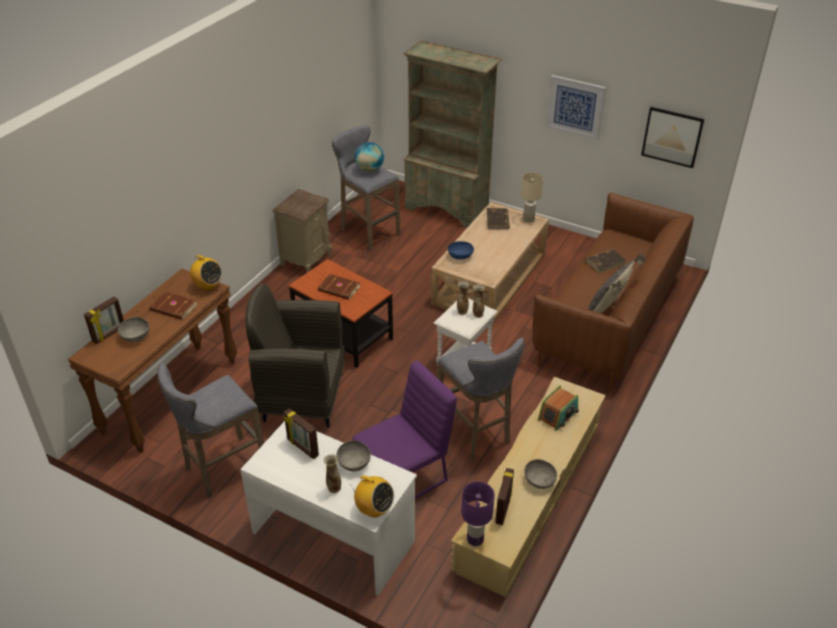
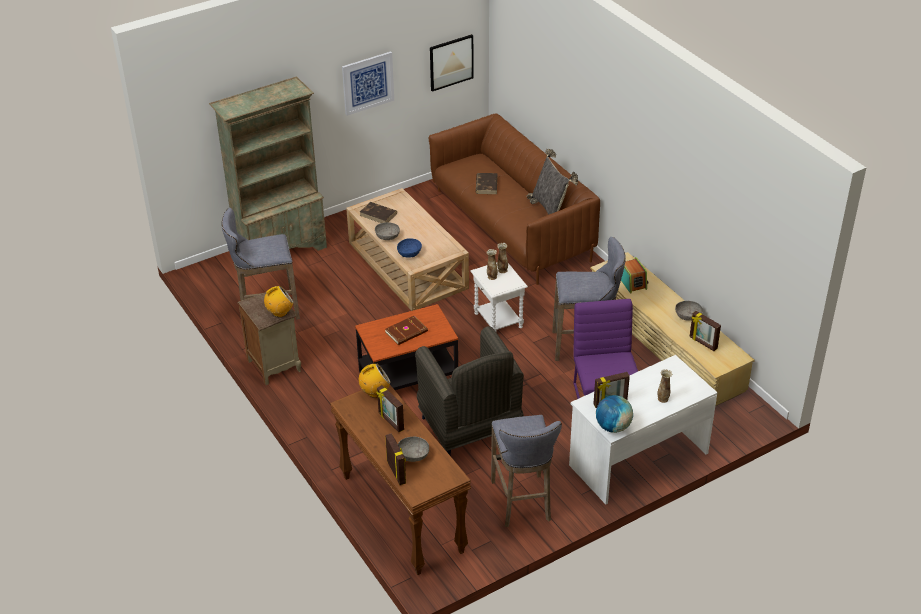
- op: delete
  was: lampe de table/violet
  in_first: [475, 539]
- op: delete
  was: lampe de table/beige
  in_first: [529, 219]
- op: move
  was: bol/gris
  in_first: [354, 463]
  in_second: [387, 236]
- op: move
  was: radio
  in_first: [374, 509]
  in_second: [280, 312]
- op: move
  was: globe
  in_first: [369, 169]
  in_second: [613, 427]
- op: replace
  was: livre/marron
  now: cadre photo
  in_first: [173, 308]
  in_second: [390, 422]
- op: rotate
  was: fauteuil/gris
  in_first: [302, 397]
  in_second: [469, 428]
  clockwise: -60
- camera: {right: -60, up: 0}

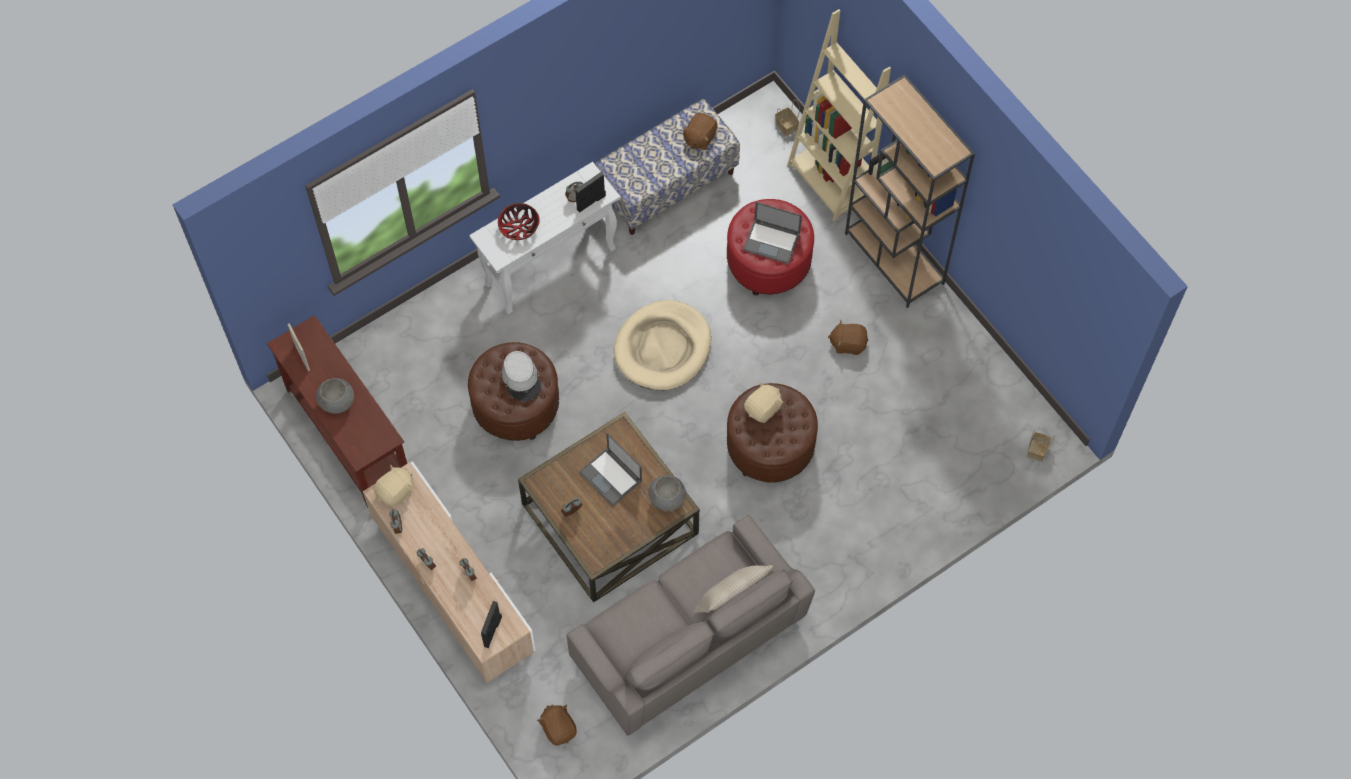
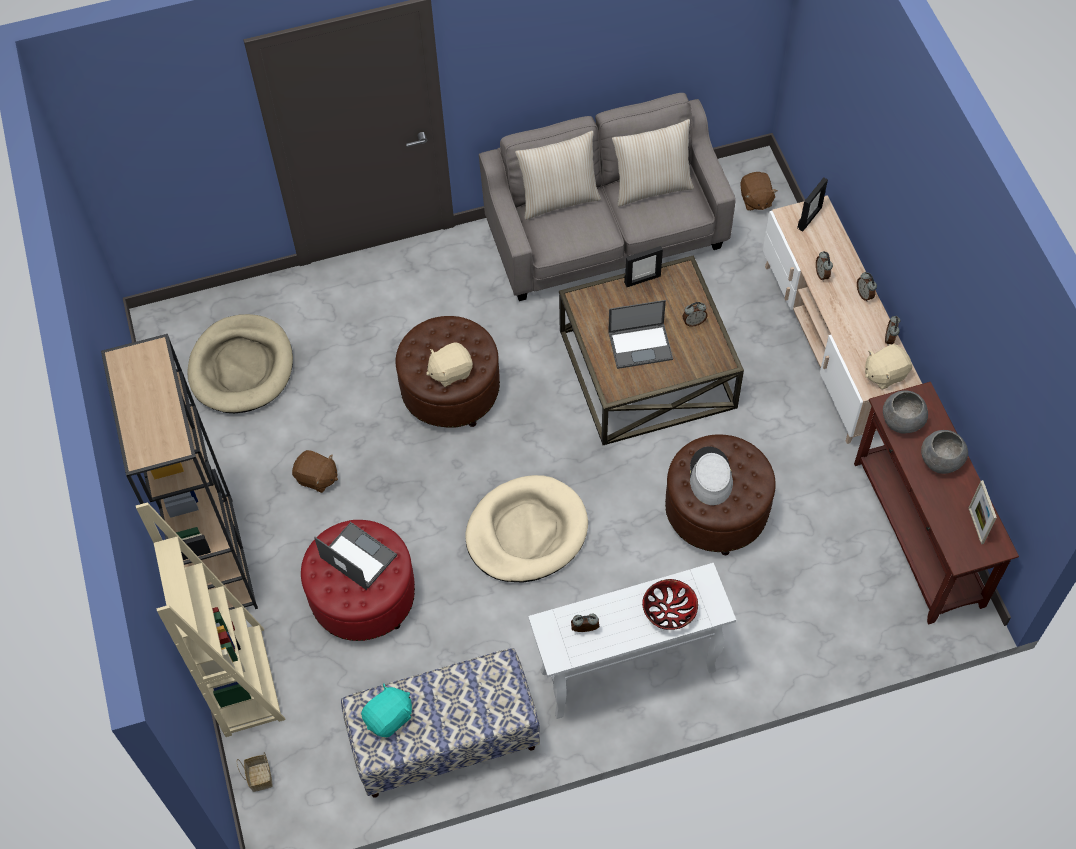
- op: delete
  was: panier
  in_first: [1037, 451]
- op: insert
  now: panier pour chien/beige
  in_second: [242, 367]
- op: insert
  now: coussin/beige
  in_second: [651, 187]
- op: move
  was: cadre photo
  in_first: [591, 202]
  in_second: [642, 279]
- op: move
  was: bol/gris
  in_first: [667, 499]
  in_second: [902, 422]
- op: recolor
  was: peluche/marron
  now: peluche/turquoise
  in_first: [699, 137]
  in_second: [389, 717]
- op: rotate
  was: ordinateur portable
  in_first: [611, 477]
  in_second: [641, 345]
  clockwise: 105
- camera: {right: -160, up: -5}

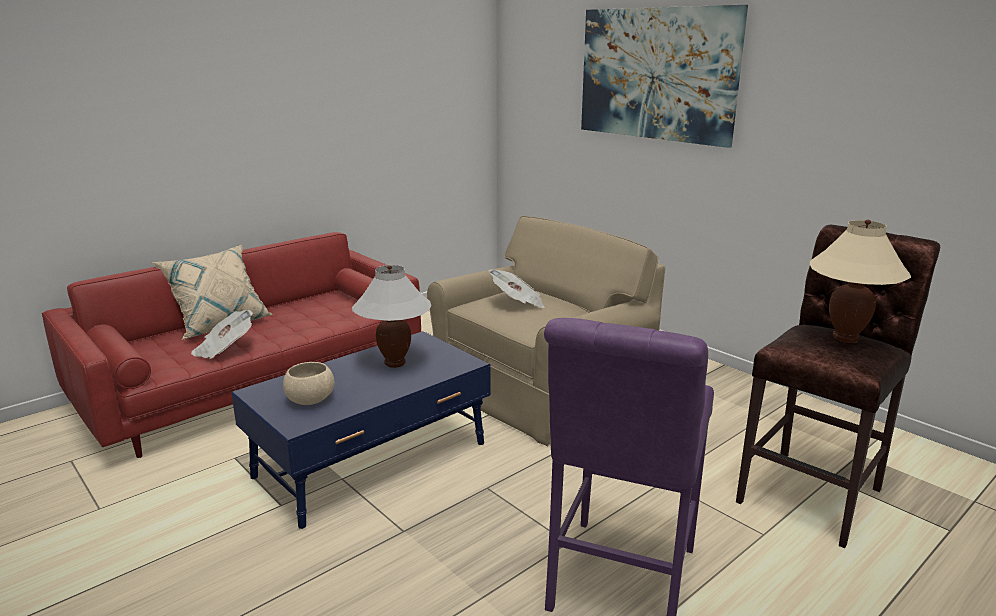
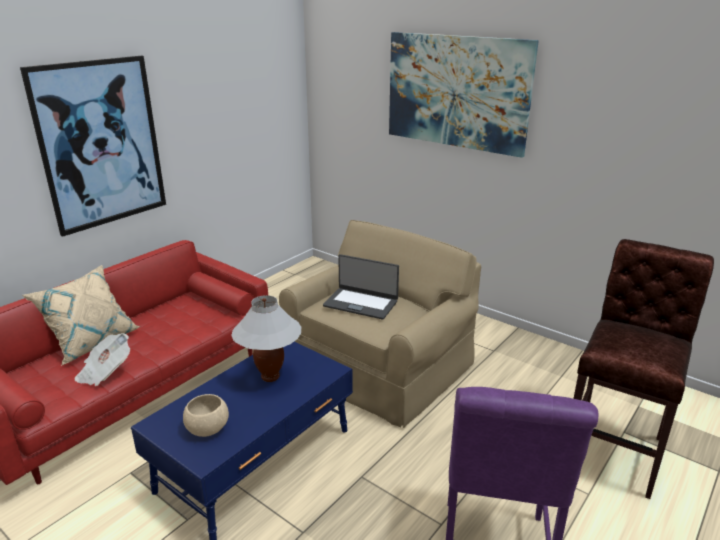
- op: delete
  was: lampe de table/beige
  in_first: [846, 338]
- op: insert
  now: tableau
  in_second: [101, 144]
- op: replace
  was: journal
  now: ordinateur portable
  in_first: [517, 303]
  in_second: [361, 303]
- camera: {right: -10, up: 5}

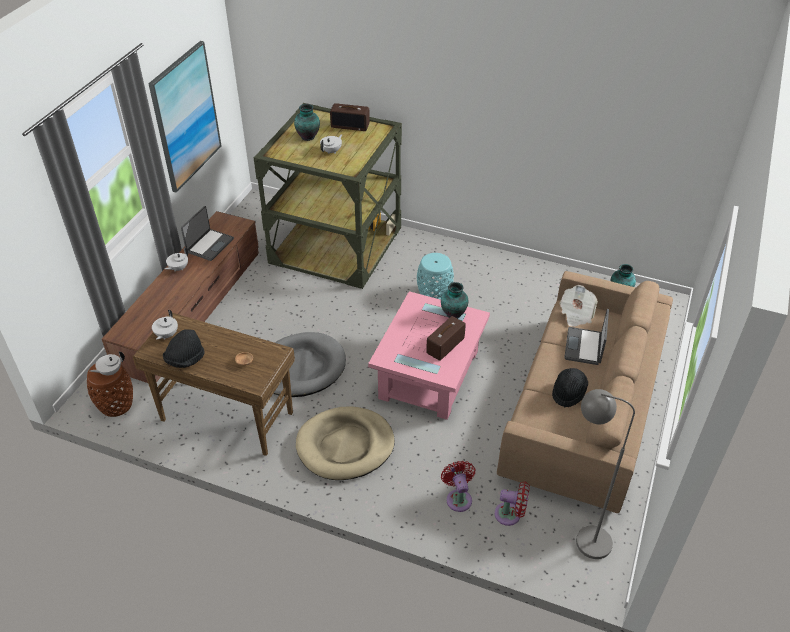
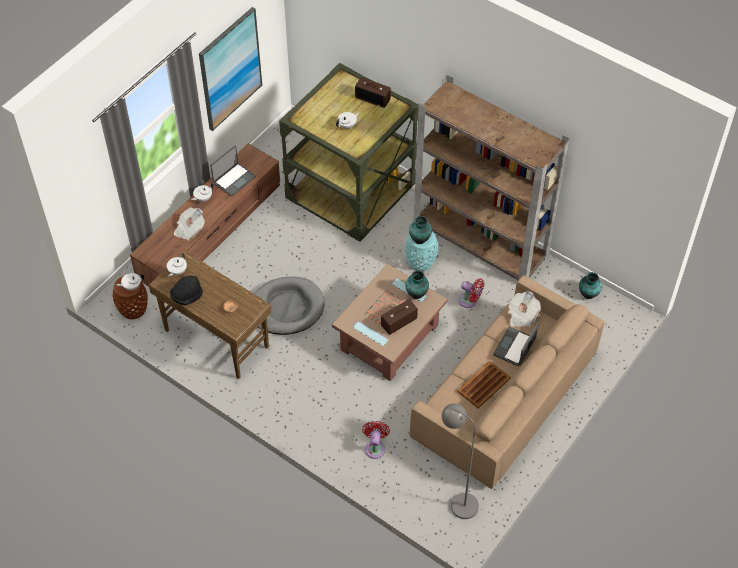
- op: delete
  was: panier pour chien/beige
  in_first: [345, 446]
- op: insert
  now: journal
  in_second: [189, 229]
- op: insert
  now: bibliothèque/marron
  in_second: [480, 240]
- op: move
  was: vase
  in_first: [308, 136]
  in_second: [420, 239]
- op: move
  was: ventilateur/rouge
  in_first: [510, 515]
  in_second: [469, 301]
- op: replace
  was: chapeau/noir
  now: plateau/marron
  in_first: [568, 392]
  in_second: [483, 385]
- op: recolor
  was: table basse/rose
  now: table basse/marron
  in_first: [429, 374]
  in_second: [389, 337]
- camera: {right: 15, up: 10}

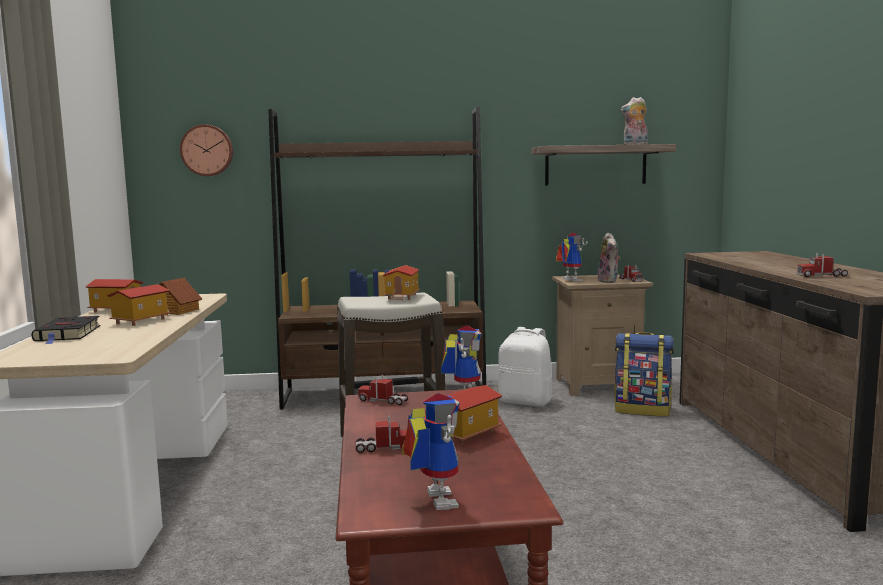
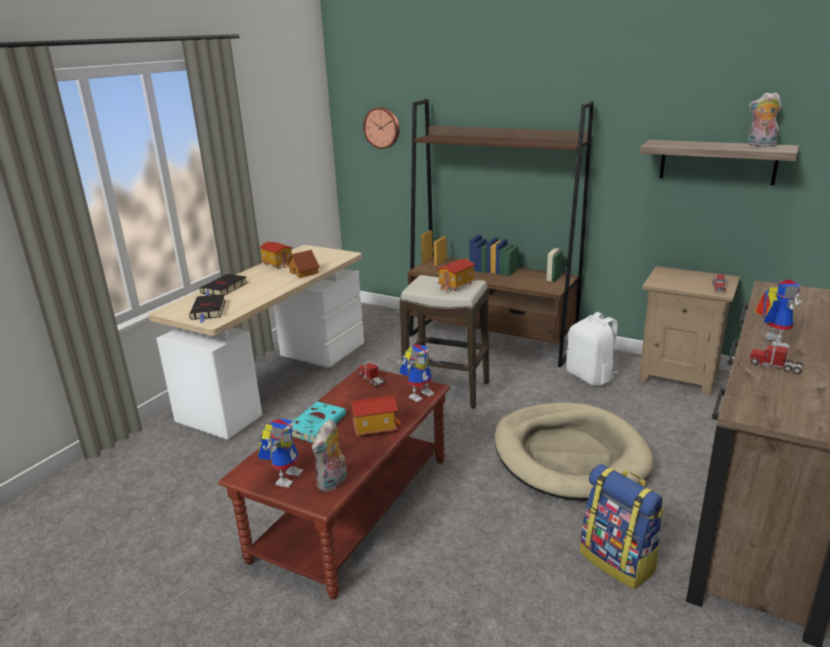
- op: delete
  was: maison miniature
  in_first: [140, 321]
- op: insert
  now: livre/noir
  in_second: [208, 311]
- op: insert
  now: panier pour chien/beige
  in_second: [569, 455]
- op: move
  was: robot jouet
  in_first: [568, 280]
  in_second: [770, 341]
- op: move
  was: peluche
  in_first: [609, 281]
  in_second: [333, 483]
- op: move
  was: sac à dos
  in_first: [642, 410]
  in_second: [618, 561]
- op: replace
  was: camion jouet
  now: livre/turquoise
  in_first: [385, 448]
  in_second: [317, 424]
- camera: {right: 35, up: 15}

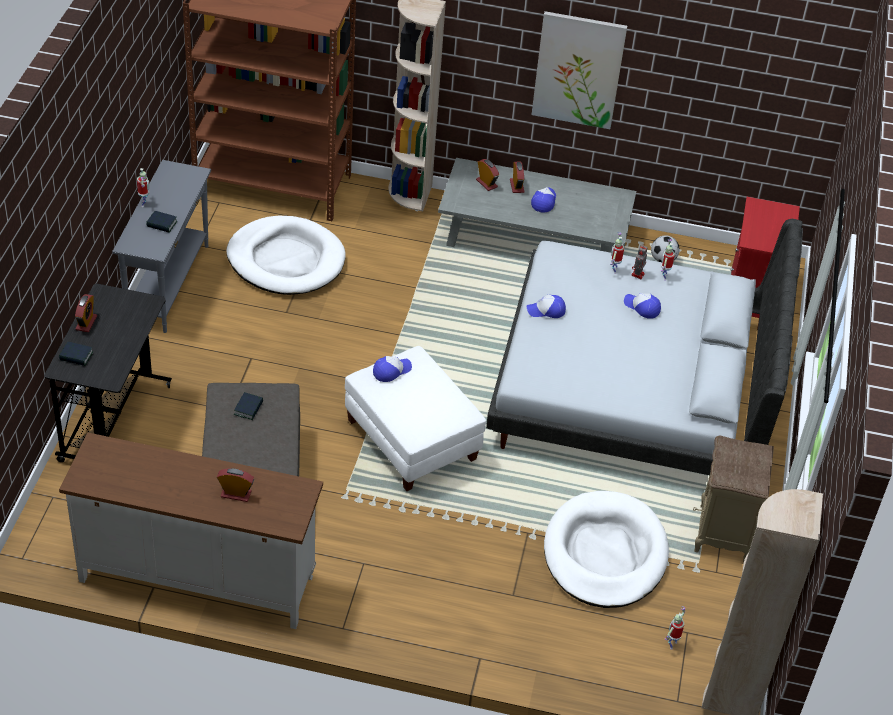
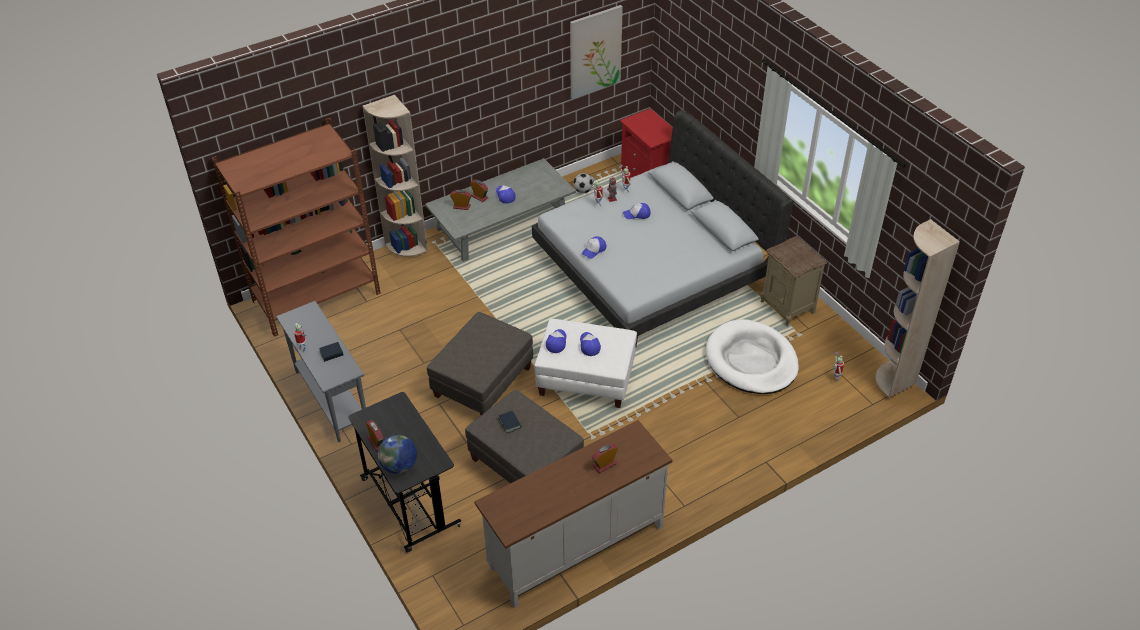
- op: delete
  was: panier pour chien/blanc
  in_first: [286, 260]
- op: insert
  now: pouf/gris
  in_second: [483, 382]
- op: insert
  now: casquette
  in_second: [589, 345]
- op: move
  was: tableau
  in_first: [578, 70]
  in_second: [595, 52]
- op: replace
  was: livre
  now: globe
  in_first: [76, 356]
  in_second: [399, 466]
- camera: {right: -40, up: 0}

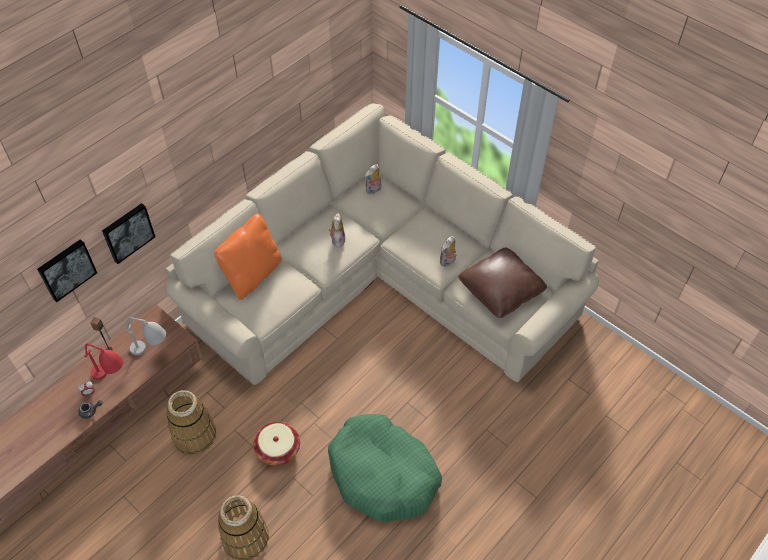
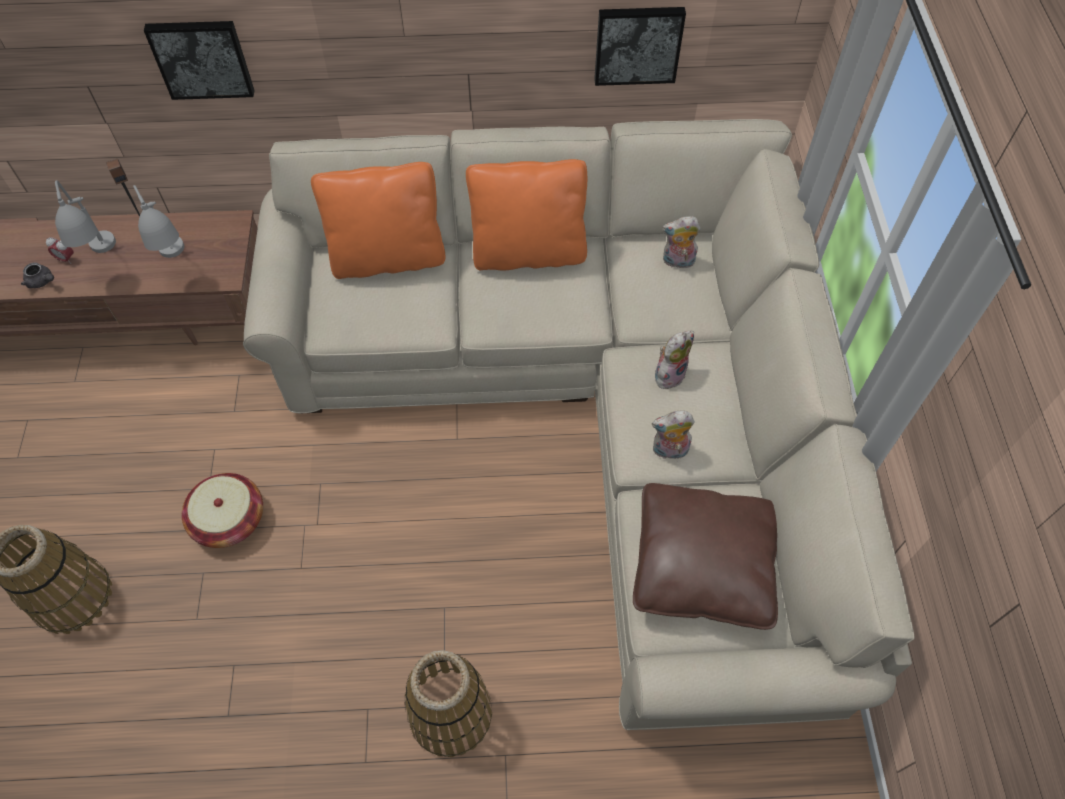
- op: delete
  was: panier pour chien/vert
  in_first: [383, 474]
- op: insert
  now: coussin/orange
  in_second: [528, 253]
- op: move
  was: tableau
  in_first: [66, 269]
  in_second: [637, 44]
- op: move
  was: panier
  in_first: [194, 435]
  in_second: [450, 713]
- op: move
  was: peluche
  in_first: [337, 240]
  in_second: [669, 374]
- op: recolor
  was: lampe de table/rouge
  now: lampe de table/gris
  in_first: [113, 380]
  in_second: [104, 264]
- camera: {right: 45, up: 5}

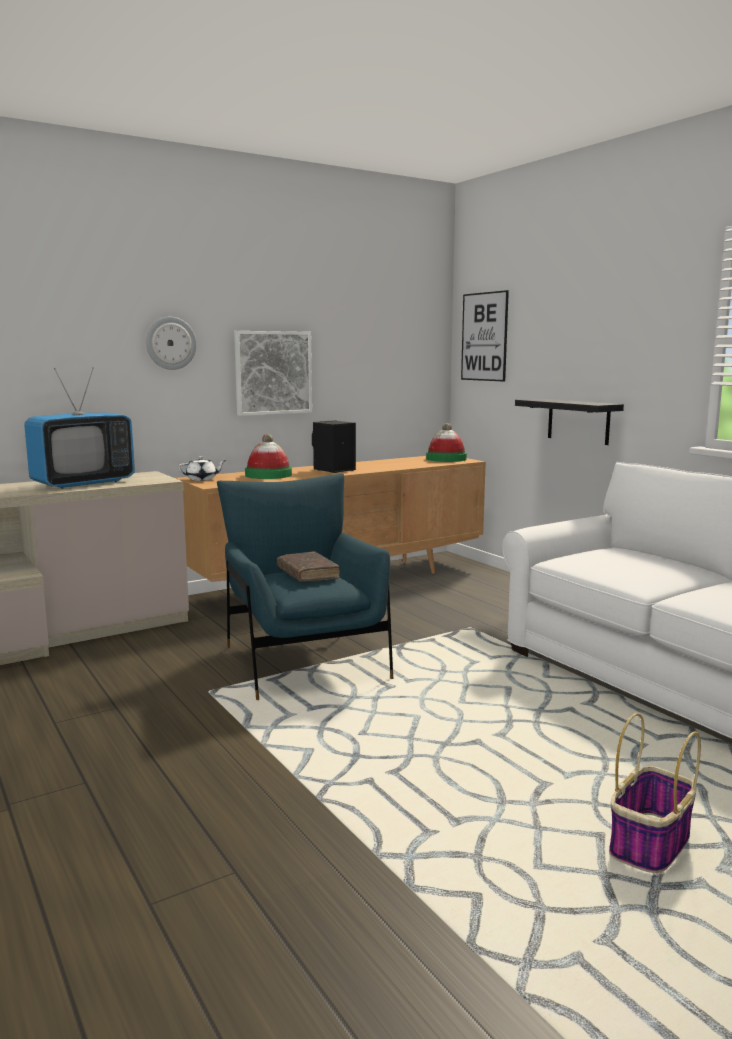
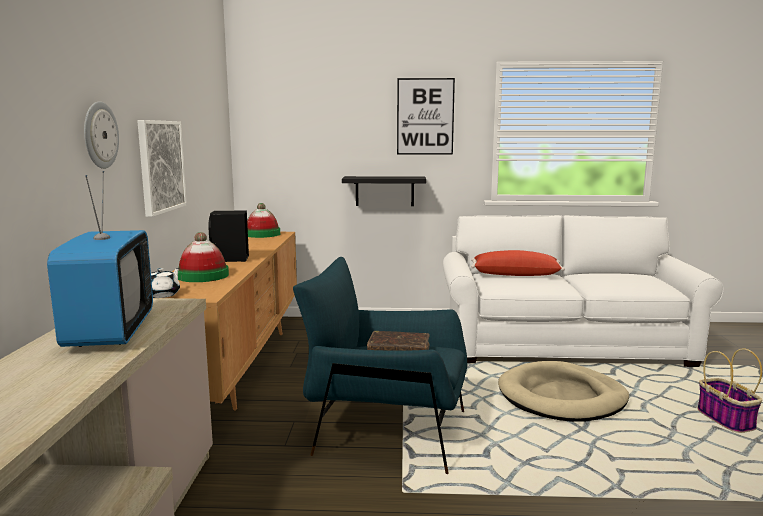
- op: insert
  now: coussin/rouge
  in_second: [515, 274]
- op: insert
  now: panier pour chien/beige
  in_second: [562, 397]
- op: move
  was: tableau
  in_first: [484, 337]
  in_second: [425, 116]
- camera: {right: -55, up: 0}

